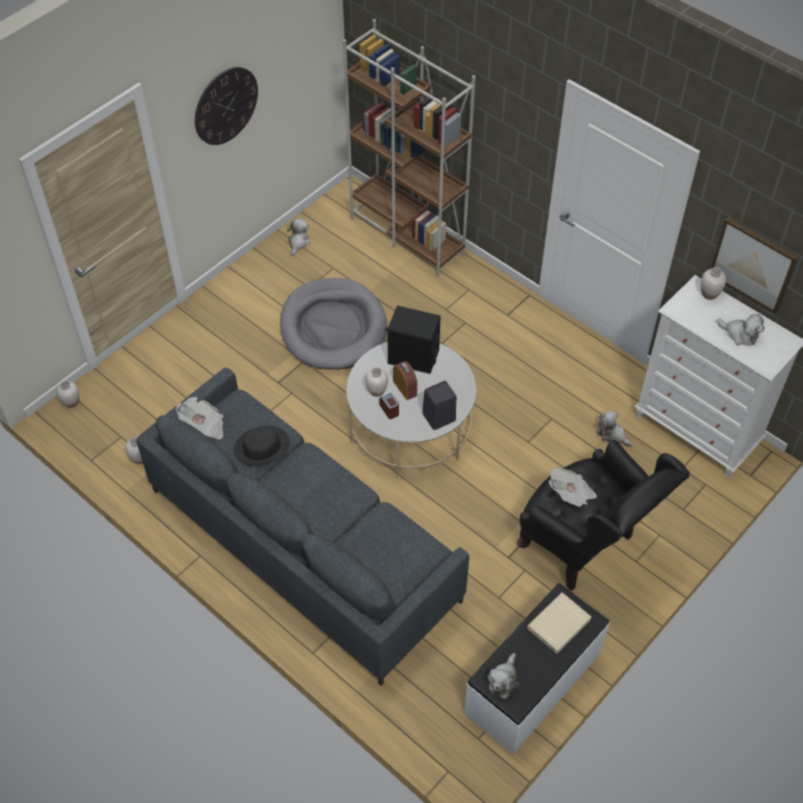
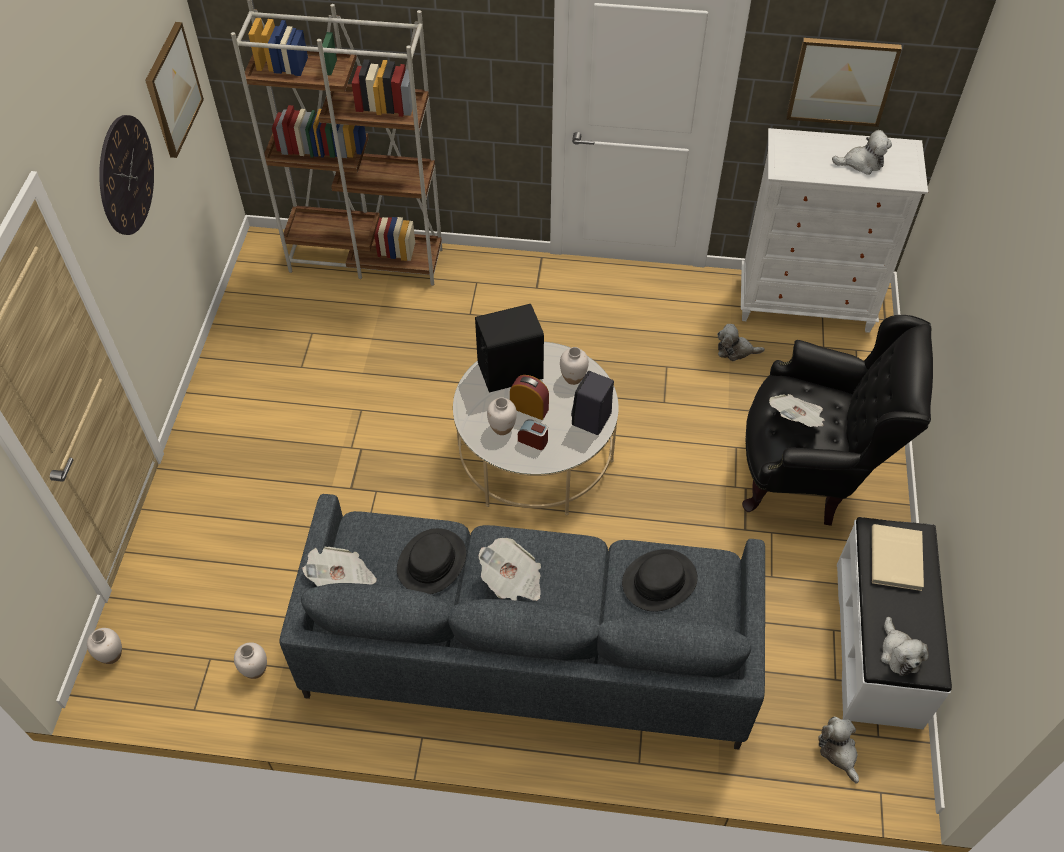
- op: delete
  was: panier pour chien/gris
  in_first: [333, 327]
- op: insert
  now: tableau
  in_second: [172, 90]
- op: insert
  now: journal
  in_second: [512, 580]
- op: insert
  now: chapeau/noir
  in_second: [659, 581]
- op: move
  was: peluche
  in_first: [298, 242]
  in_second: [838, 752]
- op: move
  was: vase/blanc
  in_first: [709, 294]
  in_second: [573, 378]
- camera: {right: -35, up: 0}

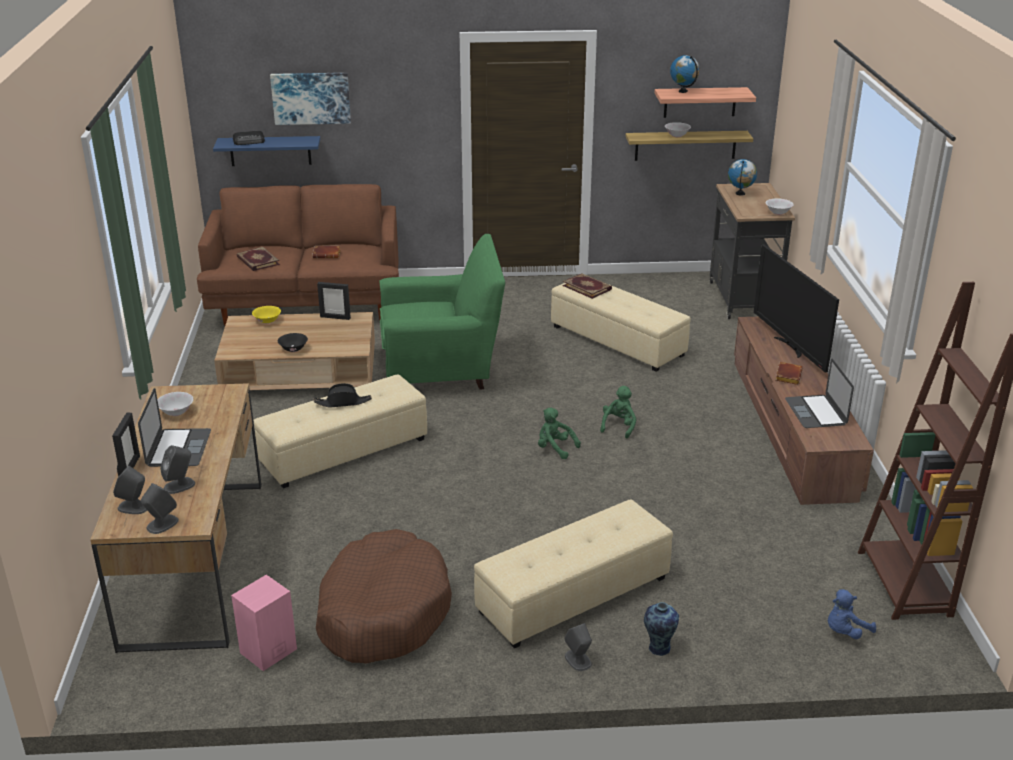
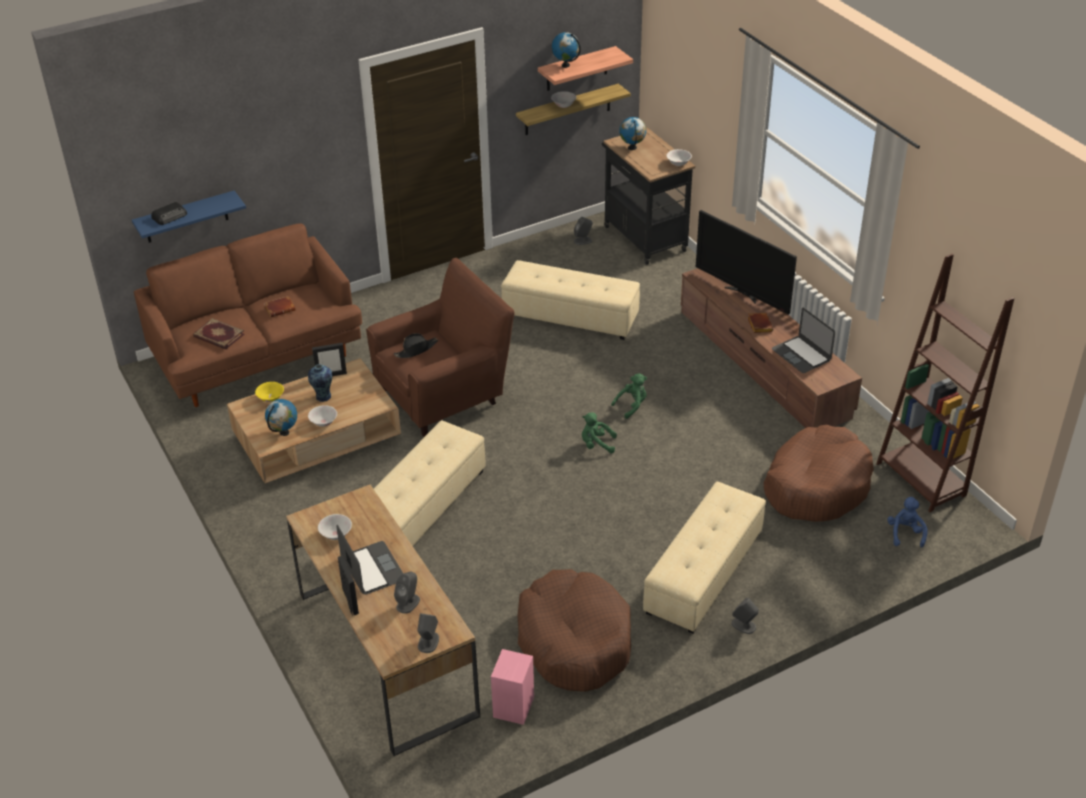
- op: delete
  was: tableau
  in_first: [311, 98]
- op: delete
  was: livre
  in_first: [587, 287]
- op: insert
  now: globe
  in_second: [284, 432]
- op: insert
  now: panier pour chien/marron
  in_second: [816, 485]
- op: move
  was: enceinte/gris
  in_first: [134, 507]
  in_second: [583, 241]
- op: move
  was: chapeau/noir
  in_first: [343, 402]
  in_second: [416, 350]
- op: move
  was: vase
  in_first: [658, 648]
  in_second: [323, 397]
- op: recolor
  was: bol/noir
  now: bol/blanc
  in_first: [293, 349]
  in_second: [323, 422]
- op: recolor
  was: fauteuil/vert
  now: fauteuil/marron
  in_first: [441, 371]
  in_second: [443, 396]
- op: rotate
  was: peluche/vert
  in_first: [619, 426]
  in_second: [632, 406]
  clockwise: 60
- op: rotate
  was: peluche/bleu
  in_first: [845, 631]
  in_second: [905, 533]
  clockwise: 150
- camera: {right: -25, up: 10}

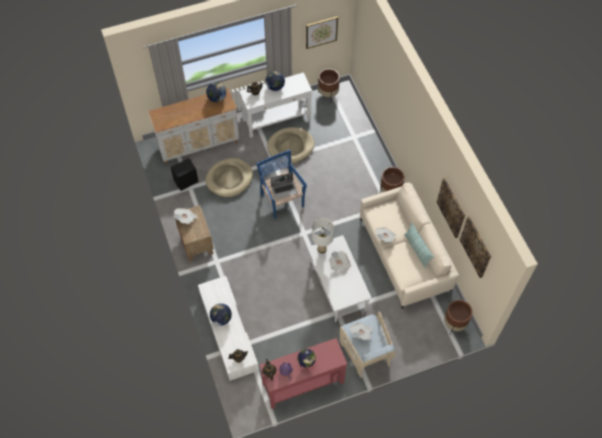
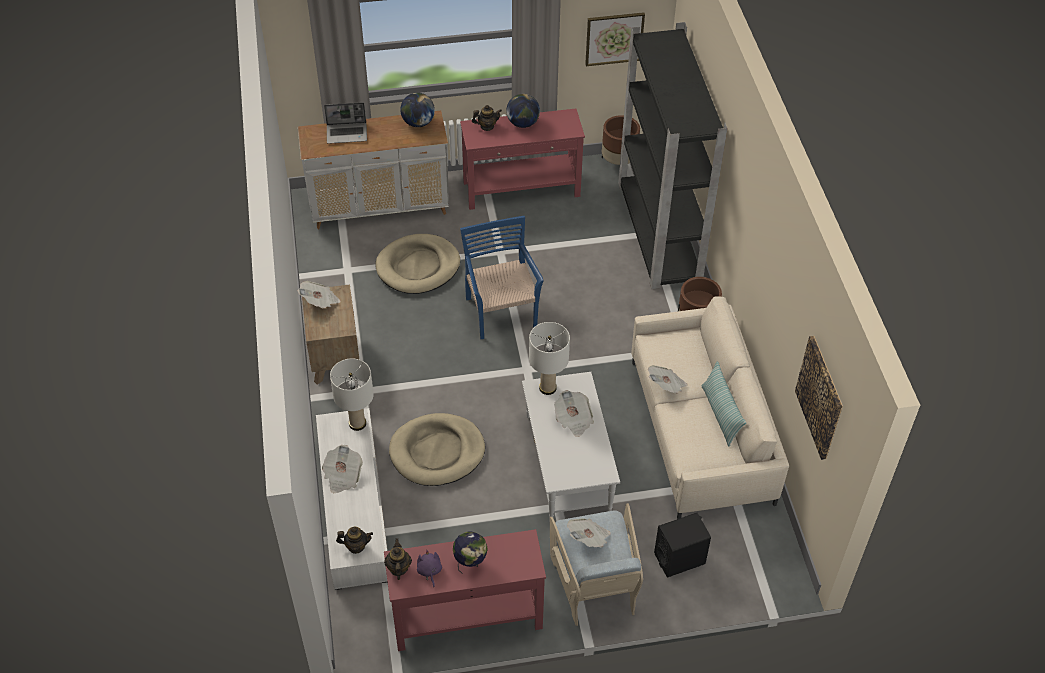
- op: delete
  was: tableau
  in_first: [451, 207]
- op: delete
  was: cache-pot/marron
  in_first: [454, 324]
- op: insert
  now: lampe de table/blanc
  in_second: [357, 423]
- op: insert
  now: bibliothèque/noir
  in_second: [659, 231]
- op: move
  was: enceinte/noir
  in_first: [186, 181]
  in_second: [679, 558]
- op: move
  was: panier pour chien/beige
  in_first: [290, 147]
  in_second: [437, 452]
- op: move
  was: ordinateur portable
  in_first: [284, 189]
  in_second: [347, 133]
- op: replace
  was: globe
  now: journal
  in_first: [221, 318]
  in_second: [342, 476]
- op: recolor
  was: table console/blanc
  now: table console/rouge
  in_first: [277, 119]
  in_second: [522, 189]
- camera: {right: 10, up: -10}

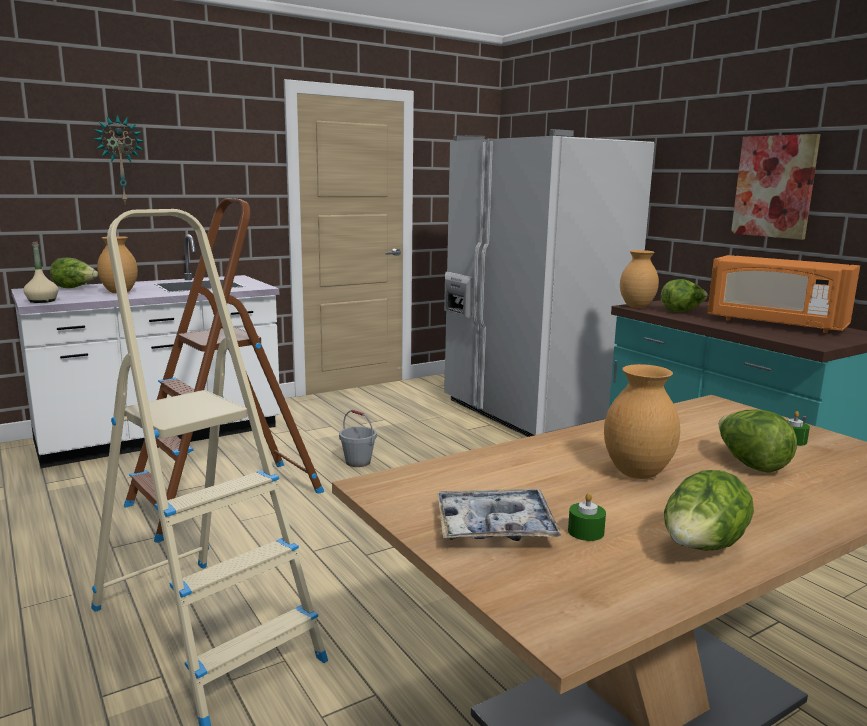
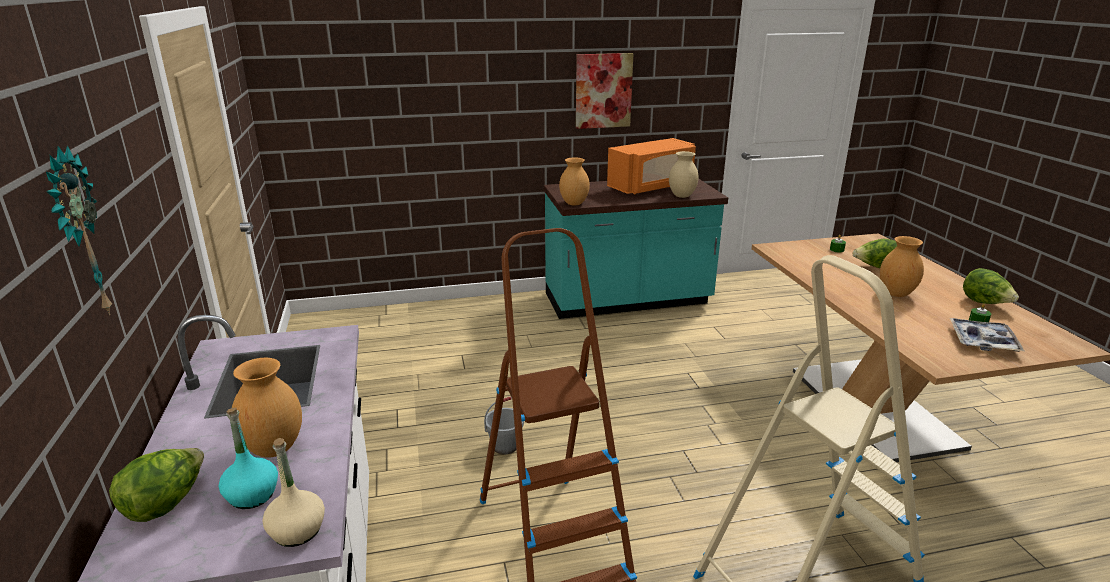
- op: delete
  was: réfrigérateur/blanc
  in_first: [531, 412]
- op: delete
  was: laitue
  in_first: [682, 311]
- op: insert
  now: bouteille/turquoise
  in_second: [252, 495]
- op: insert
  now: vase/beige
  in_second: [681, 196]
- camera: {right: -70, up: 10}

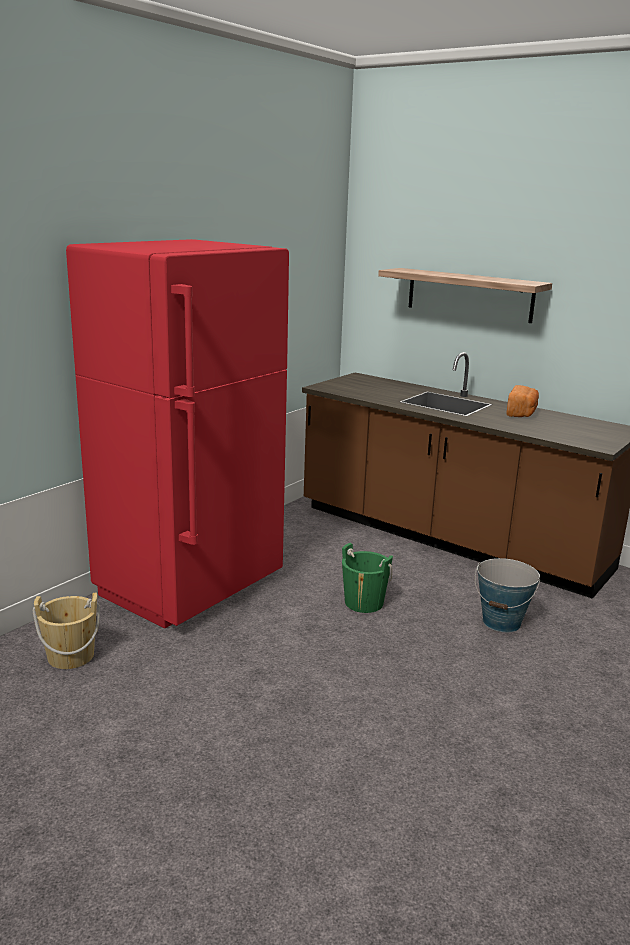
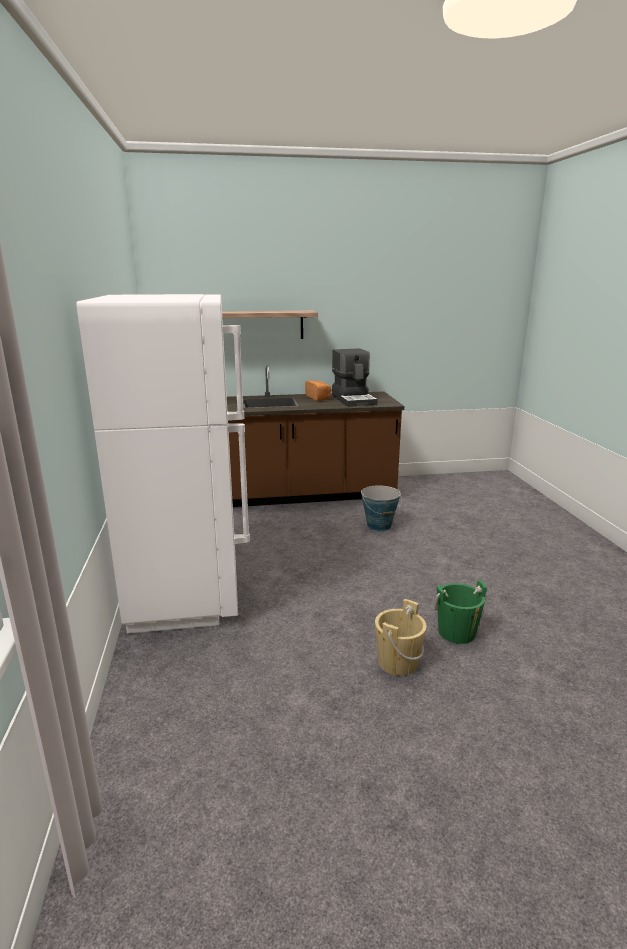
- op: insert
  now: machine à café
  in_second: [354, 399]
- op: move
  was: seau/beige
  in_first: [71, 656]
  in_second: [398, 662]
- op: move
  was: seau/vert
  in_first: [364, 603]
  in_second: [456, 632]
- op: recolor
  was: réfrigérateur/rouge
  now: réfrigérateur/blanc
  in_first: [191, 587]
  in_second: [187, 593]
- camera: {right: -45, up: 0}

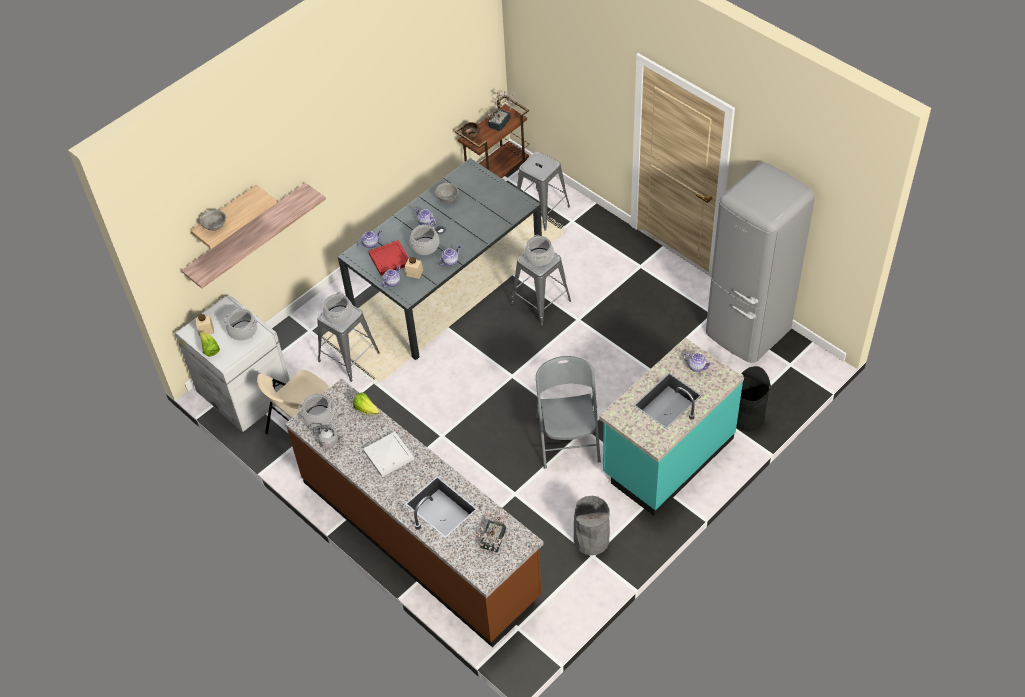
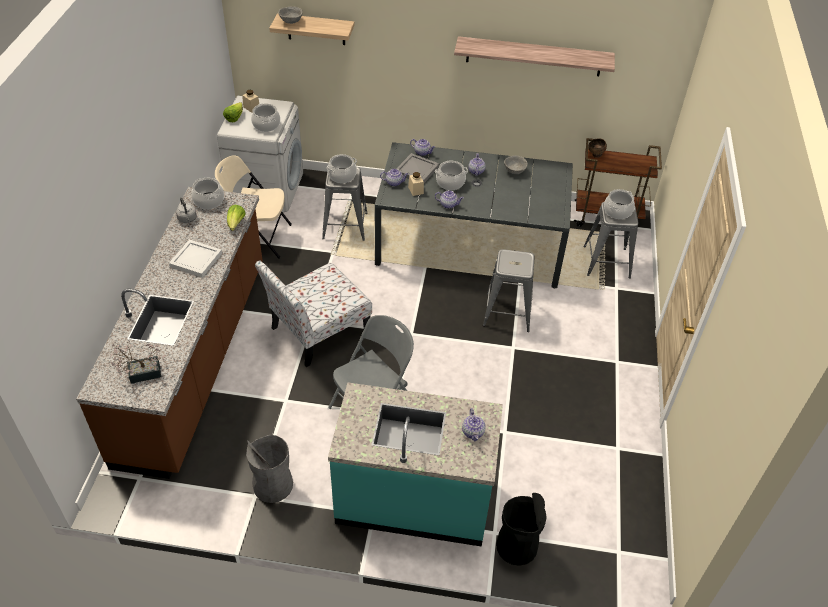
- op: delete
  was: plante en pot
  in_first: [501, 121]
- op: delete
  was: réfrigérateur/gris
  in_first: [746, 332]
- op: insert
  now: chaise
  in_second: [318, 331]
- op: move
  was: étagère
  in_first: [247, 234]
  in_second: [533, 56]
- op: move
  was: marmite
  in_first: [539, 257]
  in_second: [617, 211]
- op: recolor
  was: plateau/rouge
  now: plateau/gris
  in_first: [389, 259]
  in_second: [416, 169]
- camera: {right: 50, up: -5}

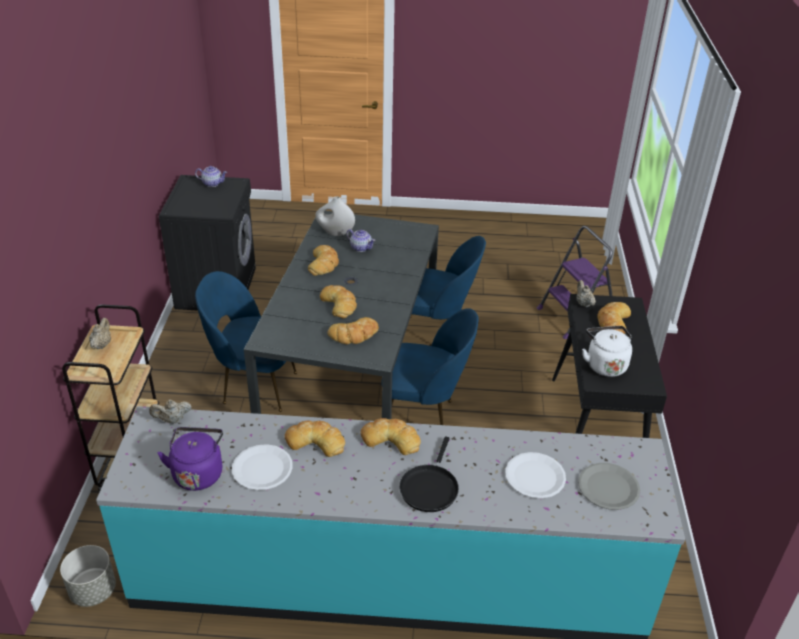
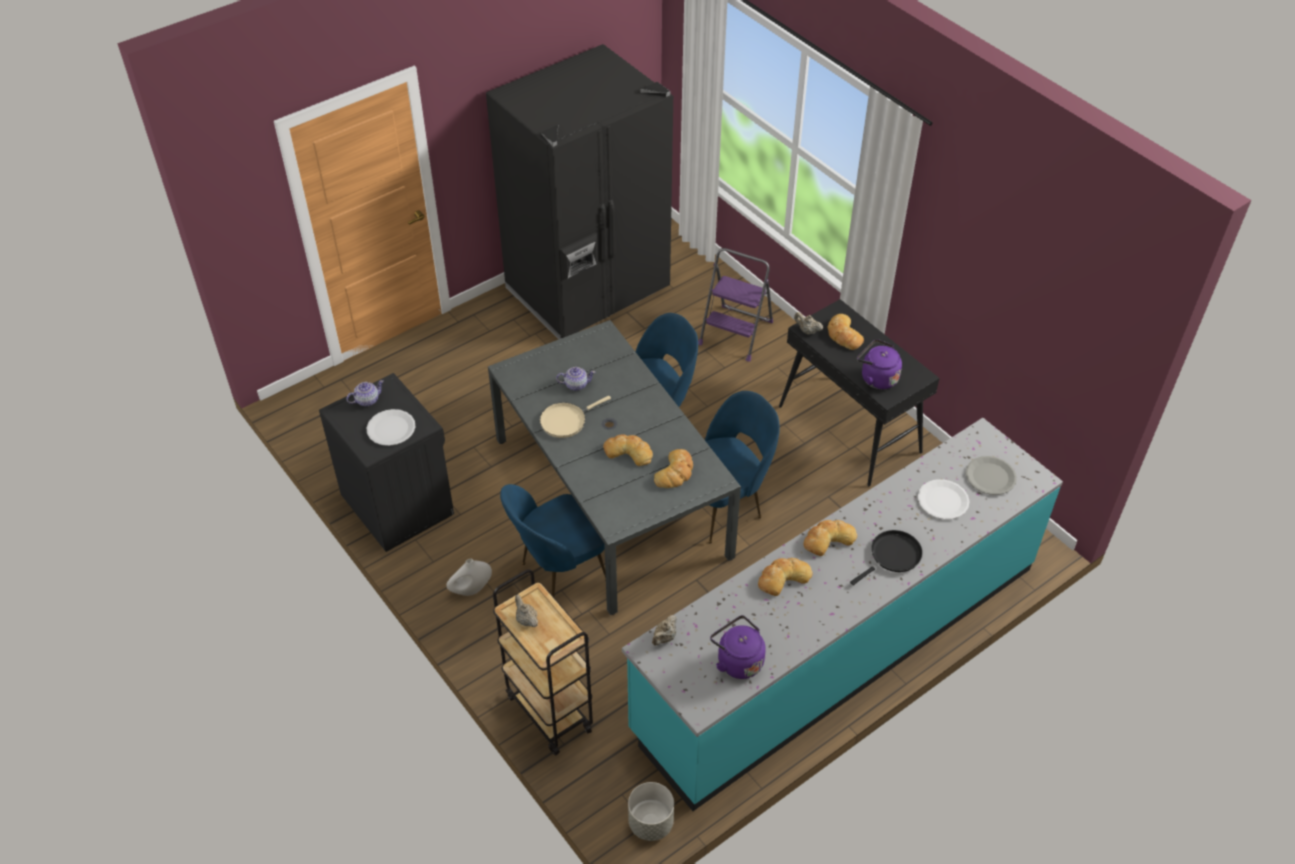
- op: insert
  now: réfrigérateur/noir
  in_second: [588, 289]
- op: move
  was: assiette/blanc
  in_first: [262, 469]
  in_second: [391, 428]
- op: move
  was: vase/blanc
  in_first: [335, 233]
  in_second: [471, 590]
- op: replace
  was: pain
  now: poêle/beige
  in_first: [324, 263]
  in_second: [566, 421]
- op: recolor
  was: bouilloire/blanc
  now: bouilloire/violet
  in_first: [604, 364]
  in_second: [876, 378]
- op: rotate
  was: poêle/noir
  in_first: [429, 487]
  in_second: [892, 556]
  clockwise: -105
- camera: {right: -40, up: 10}

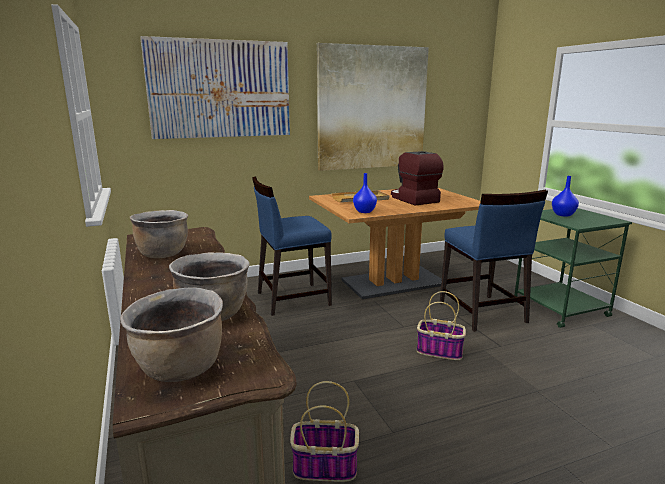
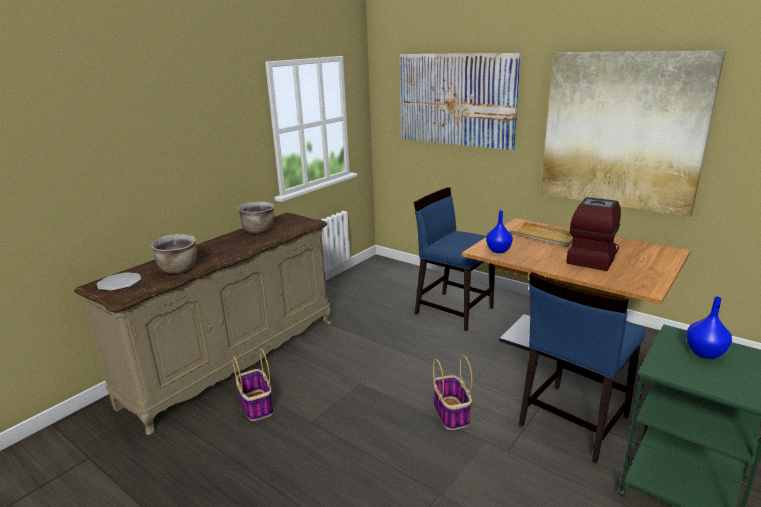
- op: replace
  was: marmite/marron
  now: assiette
  in_first: [180, 369]
  in_second: [119, 283]
- camera: {right: 60, up: 5}

